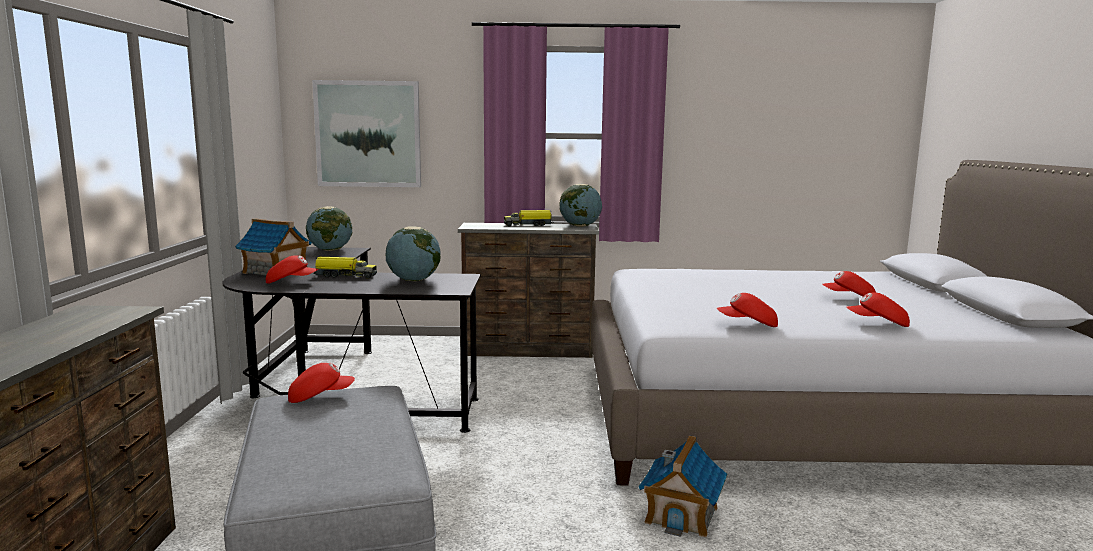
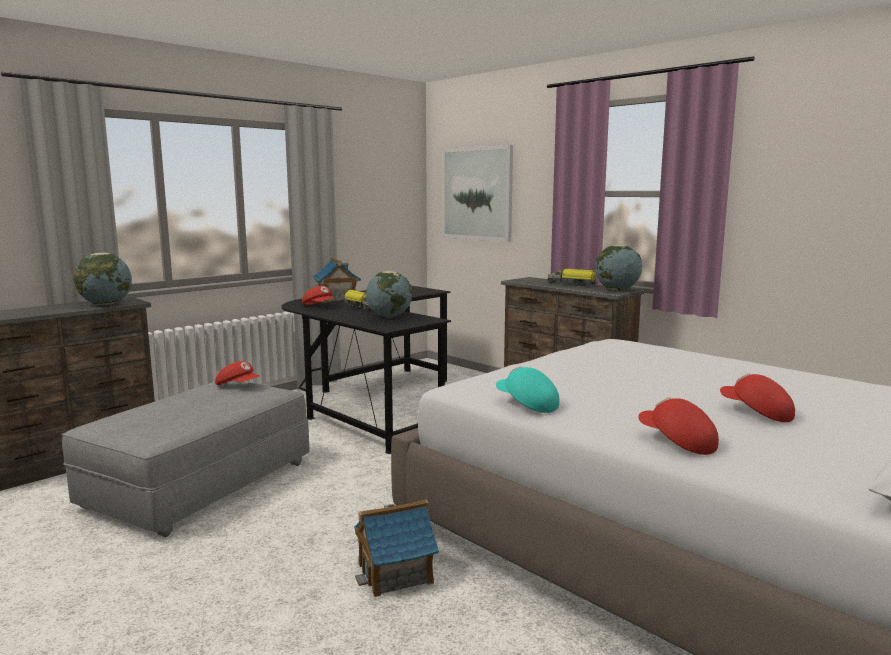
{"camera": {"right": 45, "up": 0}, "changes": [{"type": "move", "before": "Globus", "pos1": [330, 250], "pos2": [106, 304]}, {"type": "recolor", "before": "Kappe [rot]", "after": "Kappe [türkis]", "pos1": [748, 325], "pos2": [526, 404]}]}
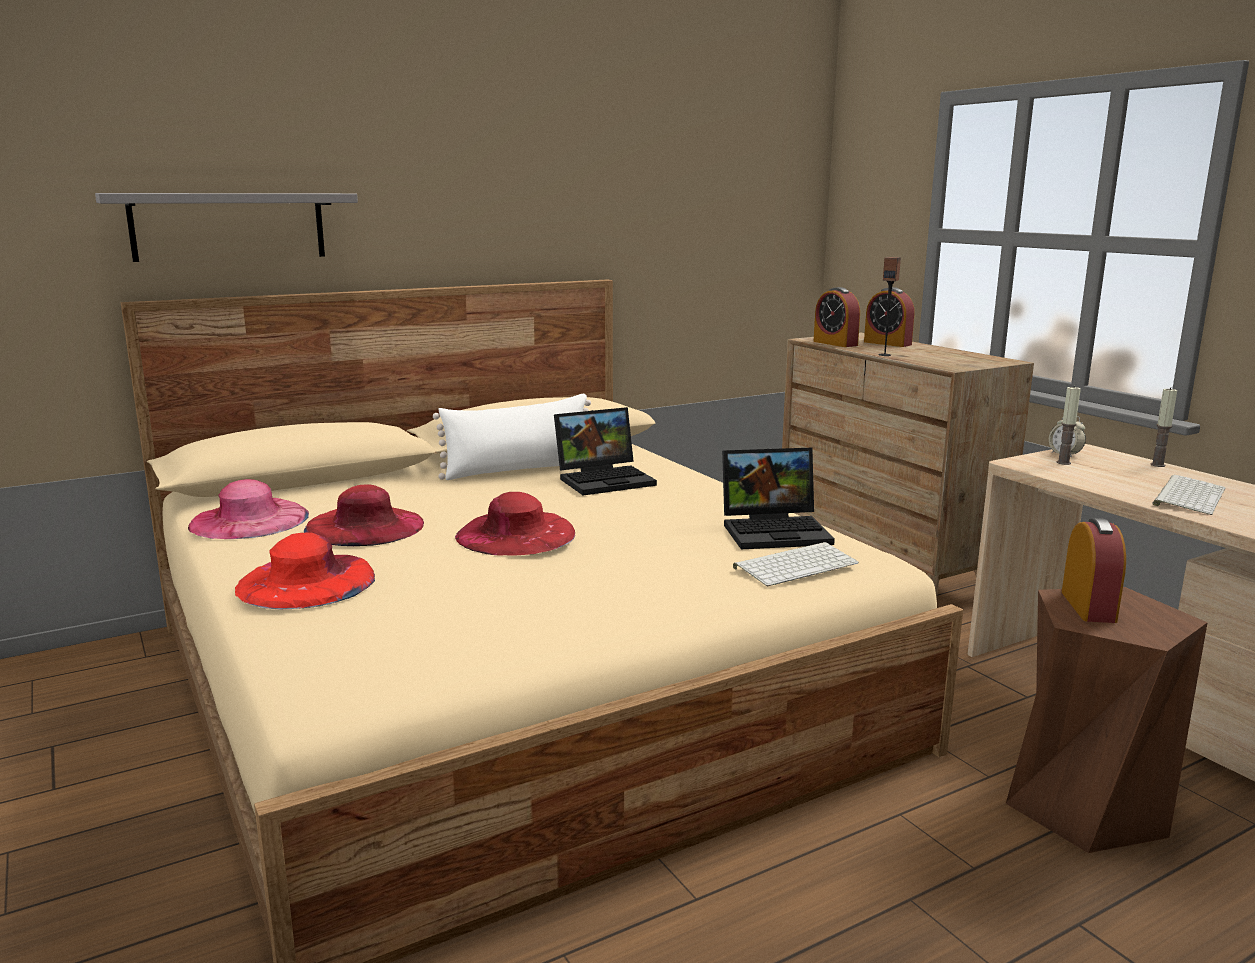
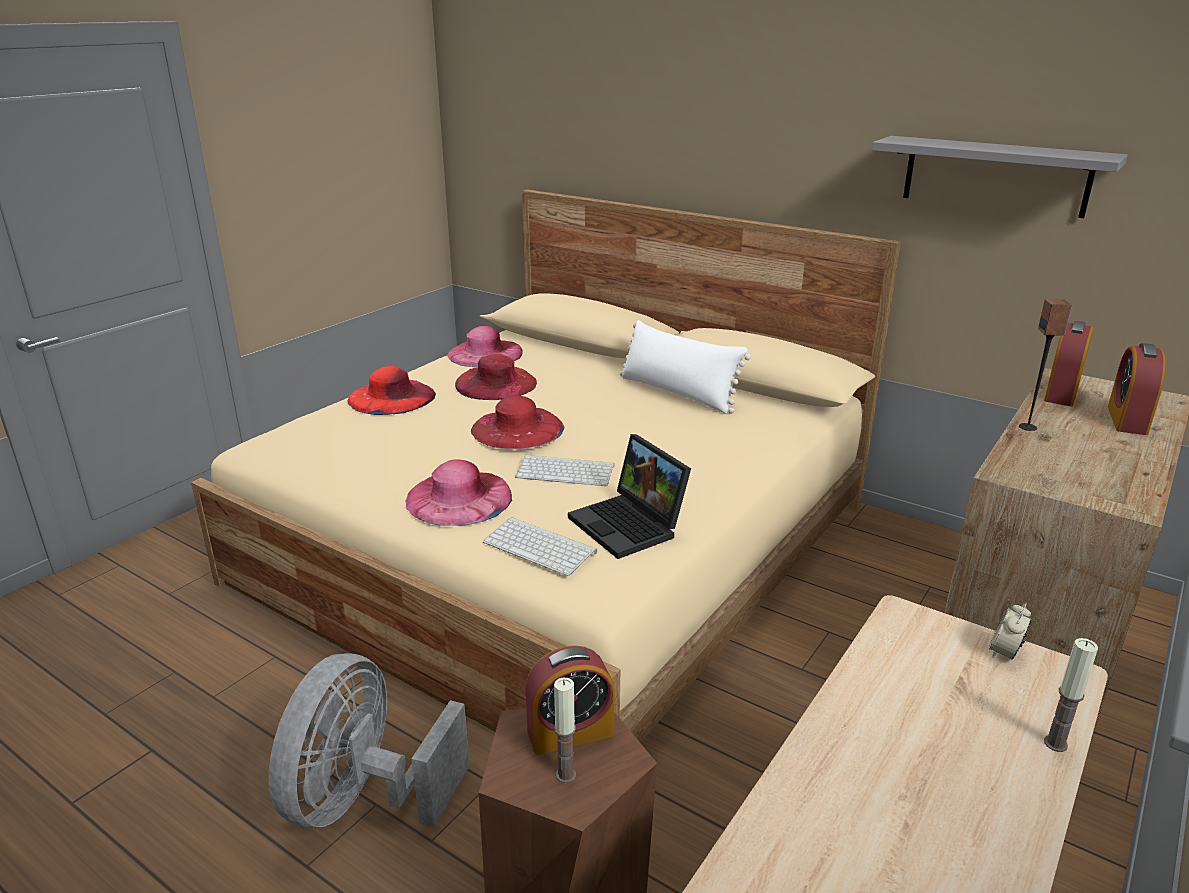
{"camera": {"right": 65, "up": 10}, "changes": [{"type": "move", "before": "Wandregal [grau]", "pos1": [229, 226], "pos2": [995, 176]}, {"type": "delete", "before": "Laptop", "pos1": [606, 479]}, {"type": "move", "before": "Kerze", "pos1": [1063, 463], "pos2": [565, 775]}, {"type": "move", "before": "Tastatur", "pos1": [1187, 496], "pos2": [567, 471]}, {"type": "insert", "after": "Ventilator [grau]", "pos2": [365, 799]}, {"type": "insert", "after": "Hut [rosa]", "pos2": [459, 497]}]}
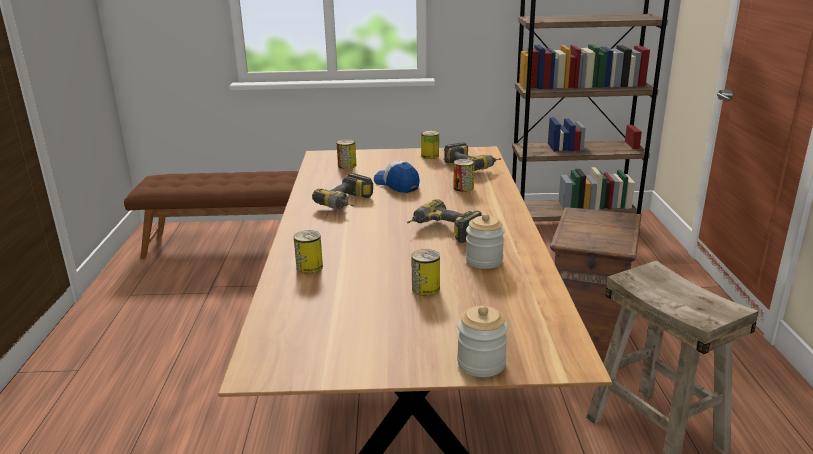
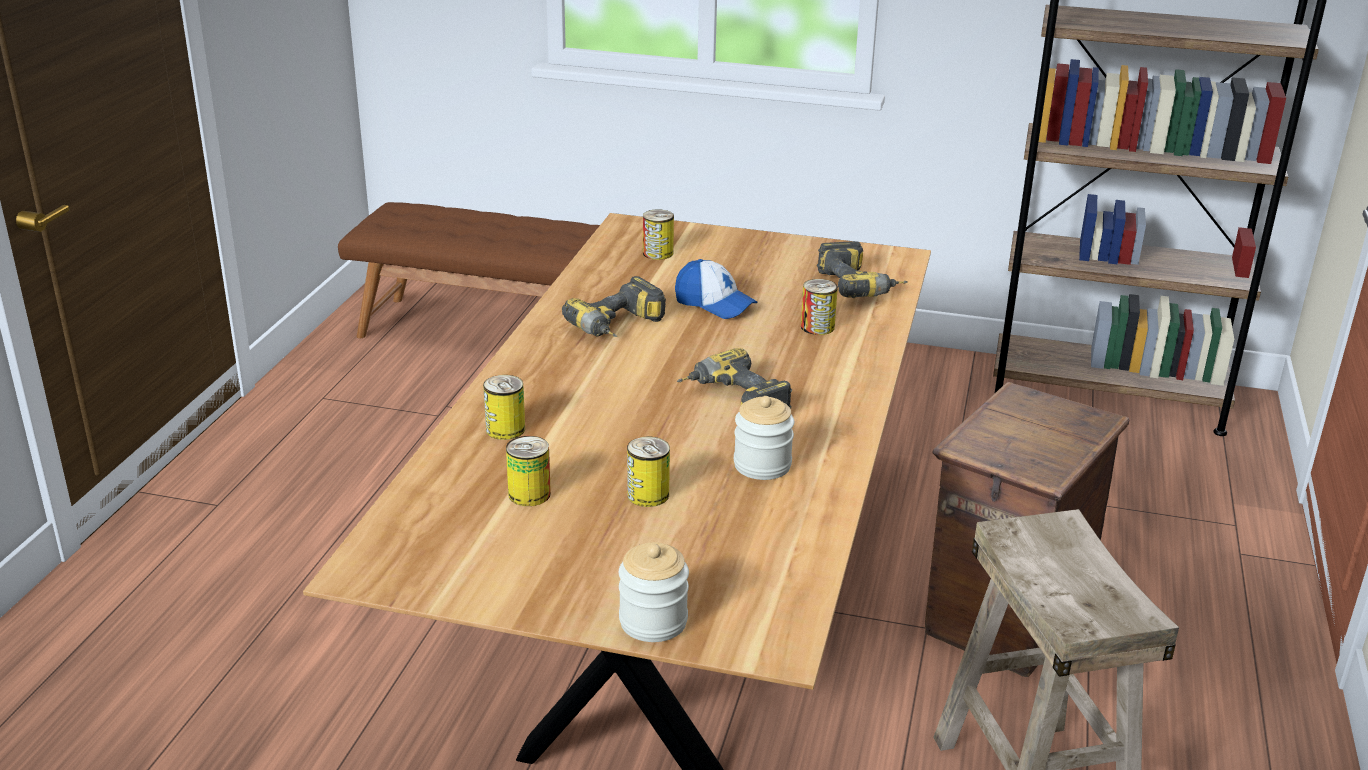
{"camera": {"right": 15, "up": 5}, "changes": [{"type": "rotate", "before": "Kappe", "pos1": [397, 185], "pos2": [714, 304], "turn": 150}, {"type": "move", "before": "Dose", "pos1": [430, 156], "pos2": [529, 494]}]}
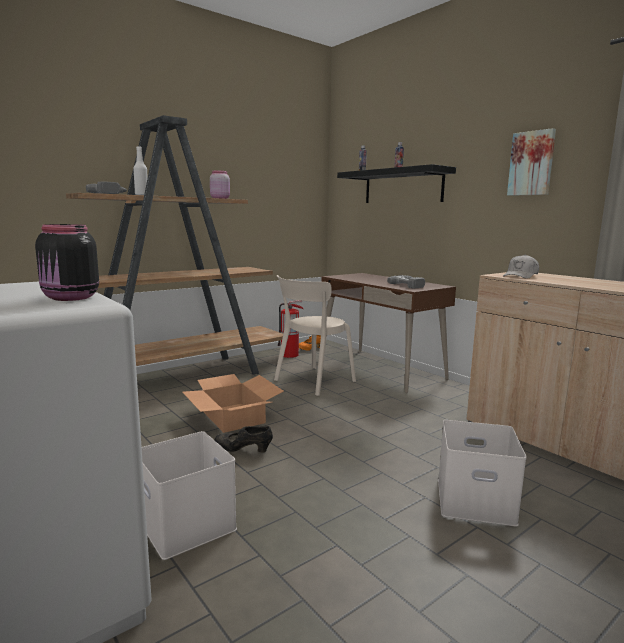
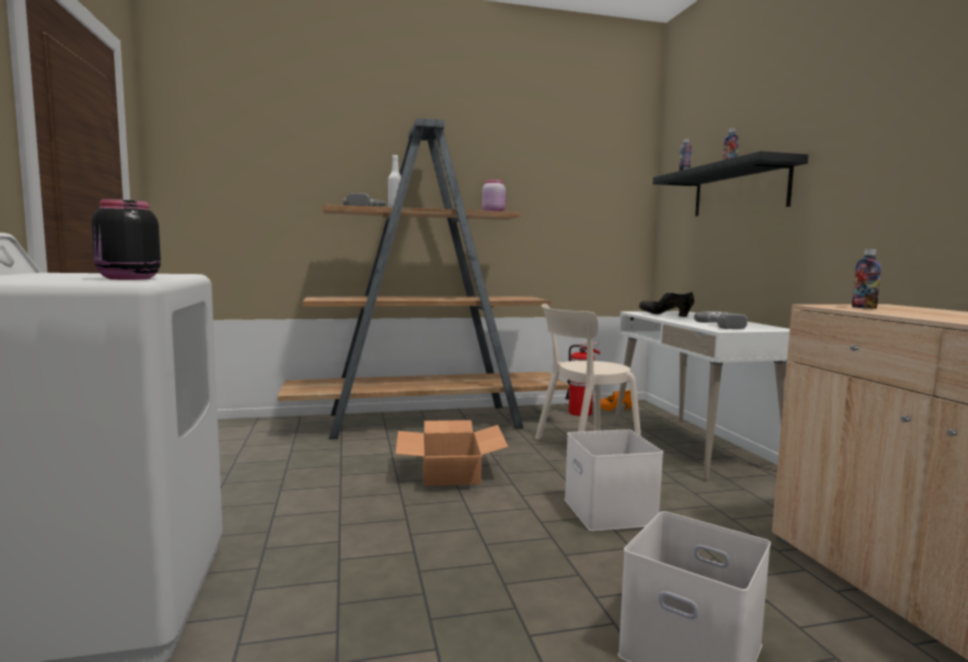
{"camera": {"right": 25, "up": -5}, "changes": [{"type": "move", "before": "Aufbewahrungsbox [weiß]", "pos1": [184, 523], "pos2": [607, 511]}, {"type": "move", "before": "Schuh [schwarz]", "pos1": [243, 450], "pos2": [665, 315]}, {"type": "recolor", "before": "Schreibtisch [braun]", "after": "Schreibtisch [weiß]", "pos1": [380, 369], "pos2": [692, 445]}, {"type": "replace", "before": "Kappe [weiß]", "after": "Flasche", "pos1": [521, 276], "pos2": [864, 308]}, {"type": "delete", "before": "Bild", "pos1": [532, 163]}]}
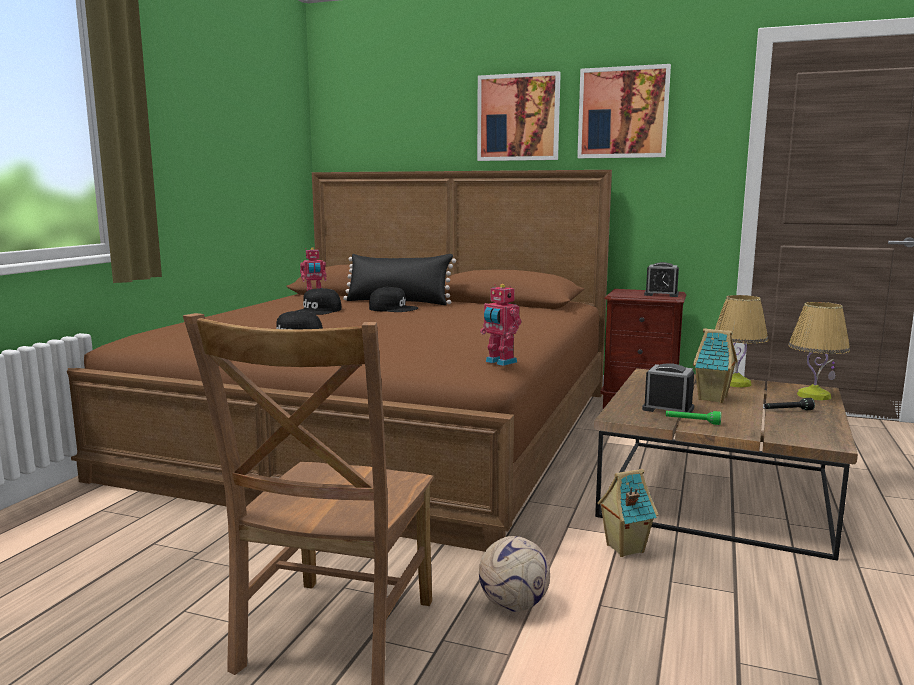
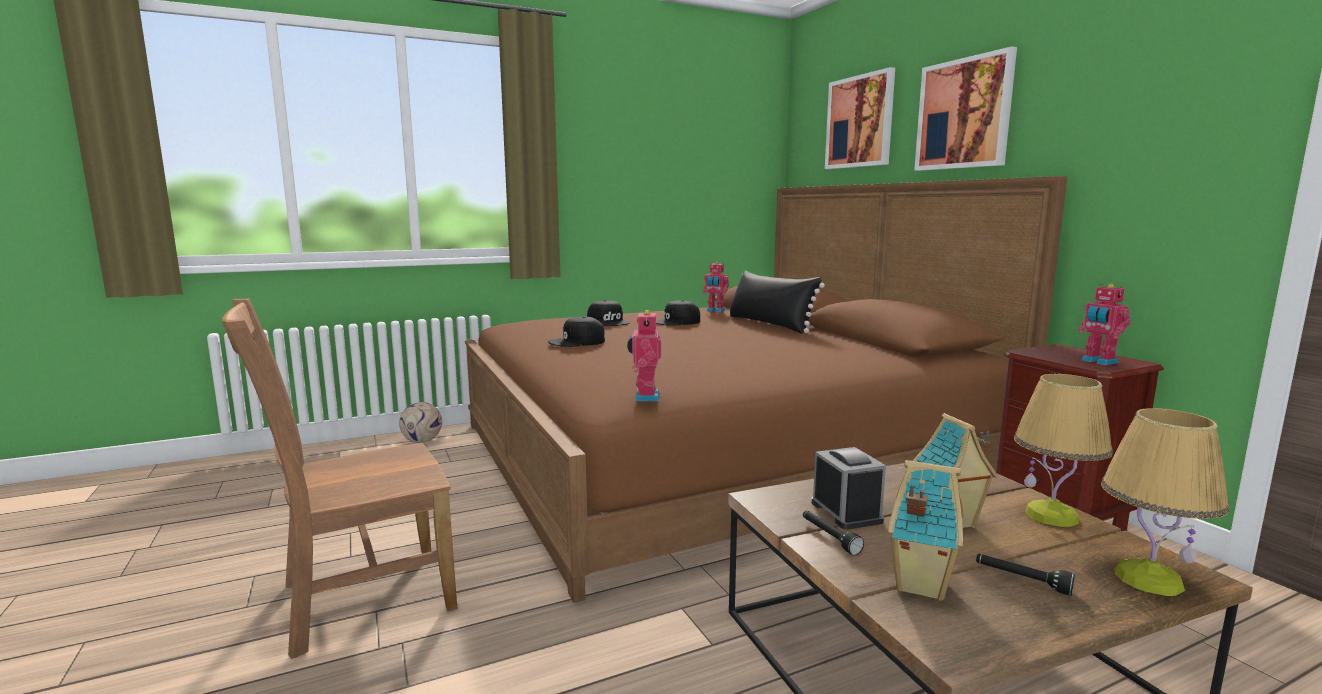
{"camera": {"right": 45, "up": 0}, "changes": [{"type": "move", "before": "Kappe [schwarz]", "pos1": [393, 308], "pos2": [608, 322]}, {"type": "move", "before": "Fußball", "pos1": [513, 604], "pos2": [422, 441]}, {"type": "move", "before": "Bild", "pos1": [623, 113], "pos2": [860, 122]}, {"type": "move", "before": "Spielzeughaus", "pos1": [623, 548], "pos2": [919, 584]}, {"type": "replace", "before": "Wecker", "after": "Spielzeugroboter", "pos1": [661, 294], "pos2": [1098, 362]}, {"type": "recolor", "before": "Taschenlampe [grün]", "after": "Taschenlampe [schwarz]", "pos1": [692, 422], "pos2": [829, 538]}]}
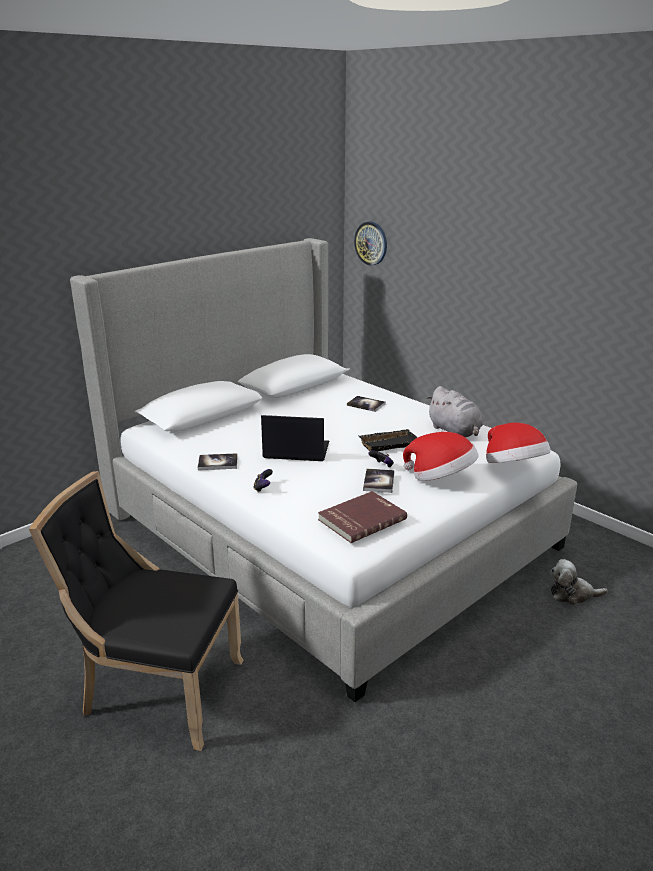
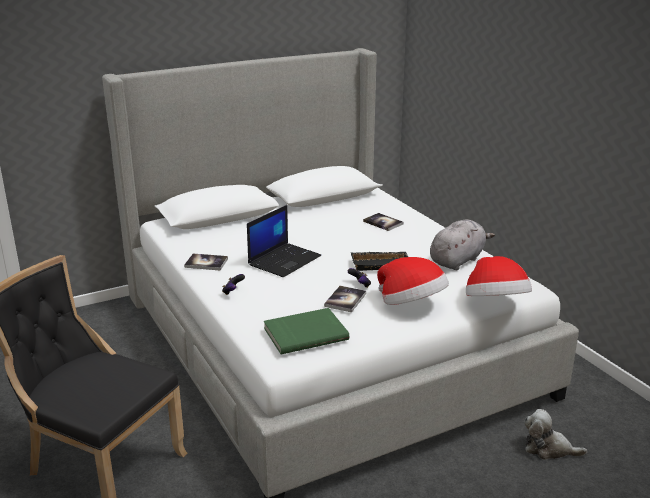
{"camera": {"right": 15, "up": 0}, "changes": [{"type": "rotate", "before": "Laptop", "pos1": [295, 450], "pos2": [284, 260], "turn": 105}, {"type": "recolor", "before": "Buch [rot]", "after": "Buch [grün]", "pos1": [361, 519], "pos2": [305, 333]}, {"type": "delete", "before": "Wanduhr", "pos1": [371, 243]}, {"type": "rotate", "before": "Plüschtier [grau]", "pos1": [455, 432], "pos2": [457, 260], "turn": -120}]}
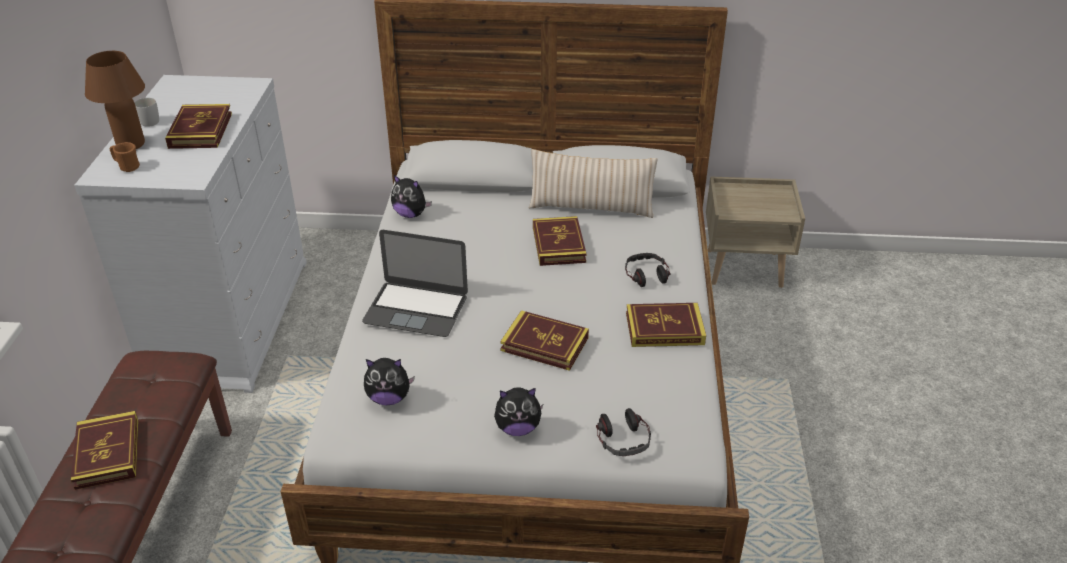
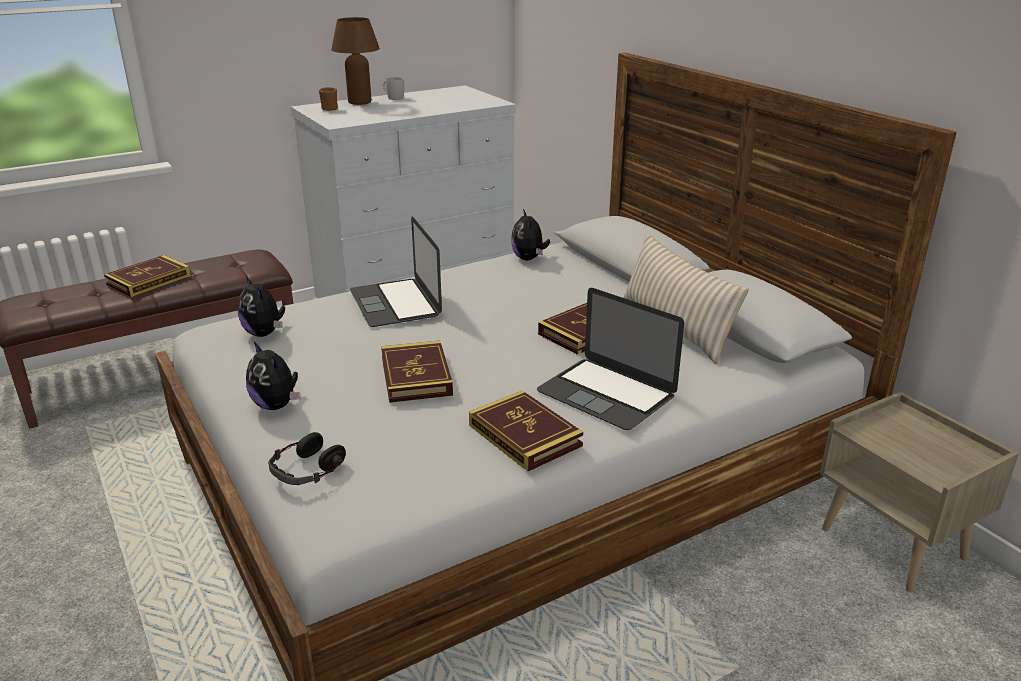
{"camera": {"right": 55, "up": -10}, "changes": [{"type": "delete", "before": "Buch", "pos1": [200, 130]}, {"type": "replace", "before": "Kopfhörer", "after": "Laptop", "pos1": [646, 274], "pos2": [606, 393]}]}
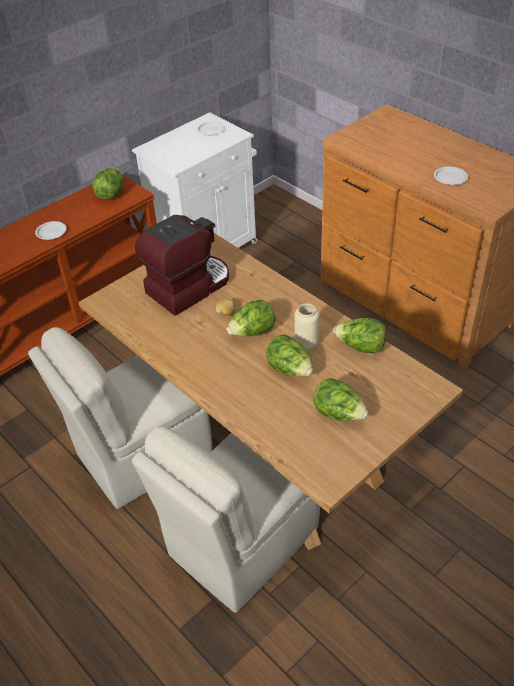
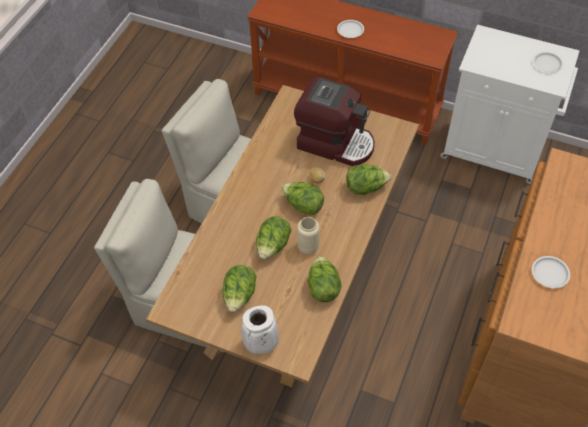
{"camera": {"right": 65, "up": 10}, "changes": [{"type": "move", "before": "Salatkopf", "pos1": [111, 193], "pos2": [366, 187]}, {"type": "insert", "after": "Vase [weiß]", "pos2": [261, 346]}]}
